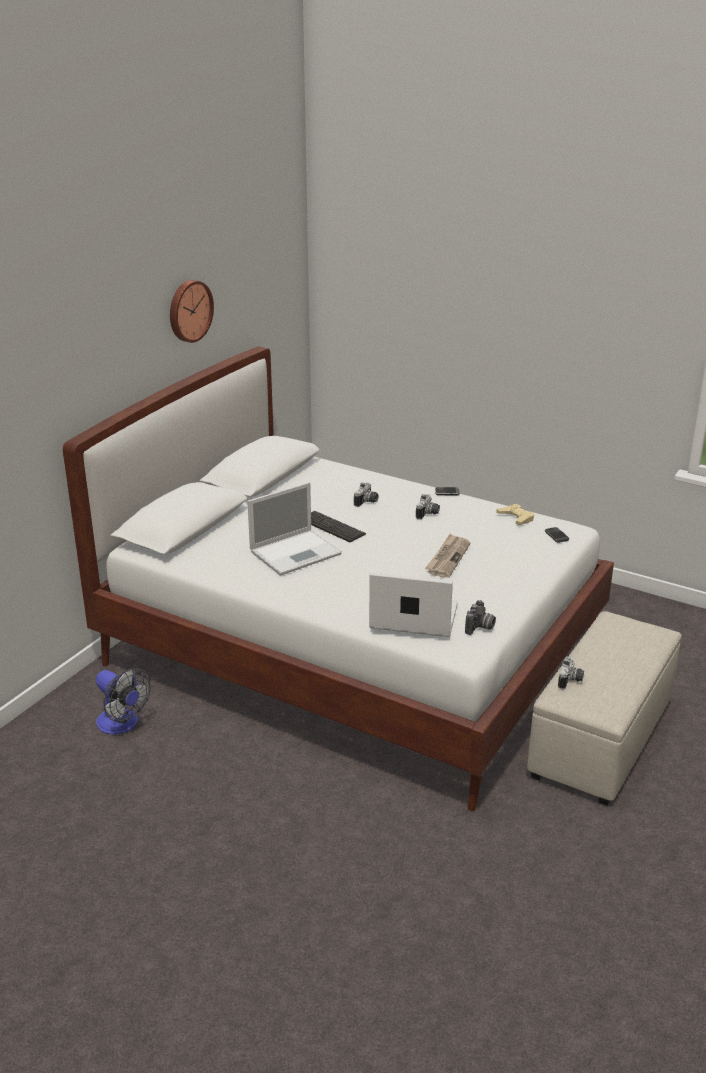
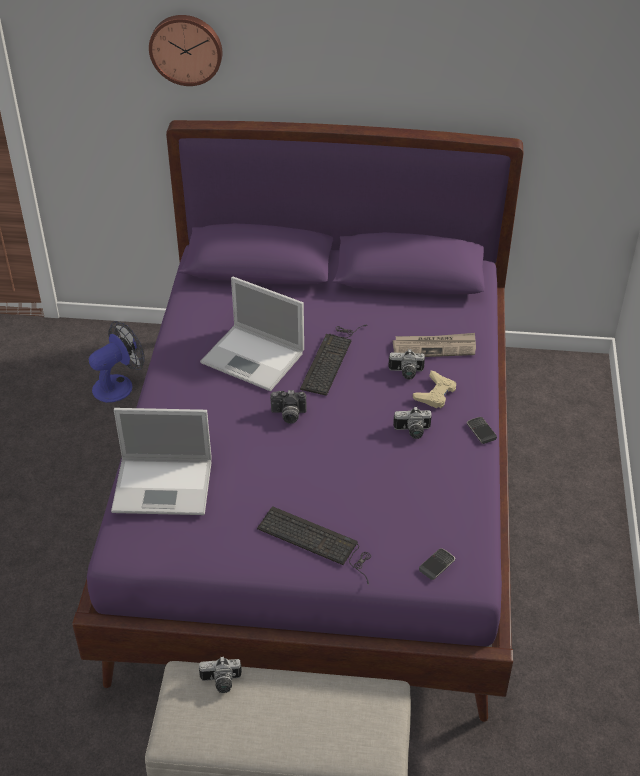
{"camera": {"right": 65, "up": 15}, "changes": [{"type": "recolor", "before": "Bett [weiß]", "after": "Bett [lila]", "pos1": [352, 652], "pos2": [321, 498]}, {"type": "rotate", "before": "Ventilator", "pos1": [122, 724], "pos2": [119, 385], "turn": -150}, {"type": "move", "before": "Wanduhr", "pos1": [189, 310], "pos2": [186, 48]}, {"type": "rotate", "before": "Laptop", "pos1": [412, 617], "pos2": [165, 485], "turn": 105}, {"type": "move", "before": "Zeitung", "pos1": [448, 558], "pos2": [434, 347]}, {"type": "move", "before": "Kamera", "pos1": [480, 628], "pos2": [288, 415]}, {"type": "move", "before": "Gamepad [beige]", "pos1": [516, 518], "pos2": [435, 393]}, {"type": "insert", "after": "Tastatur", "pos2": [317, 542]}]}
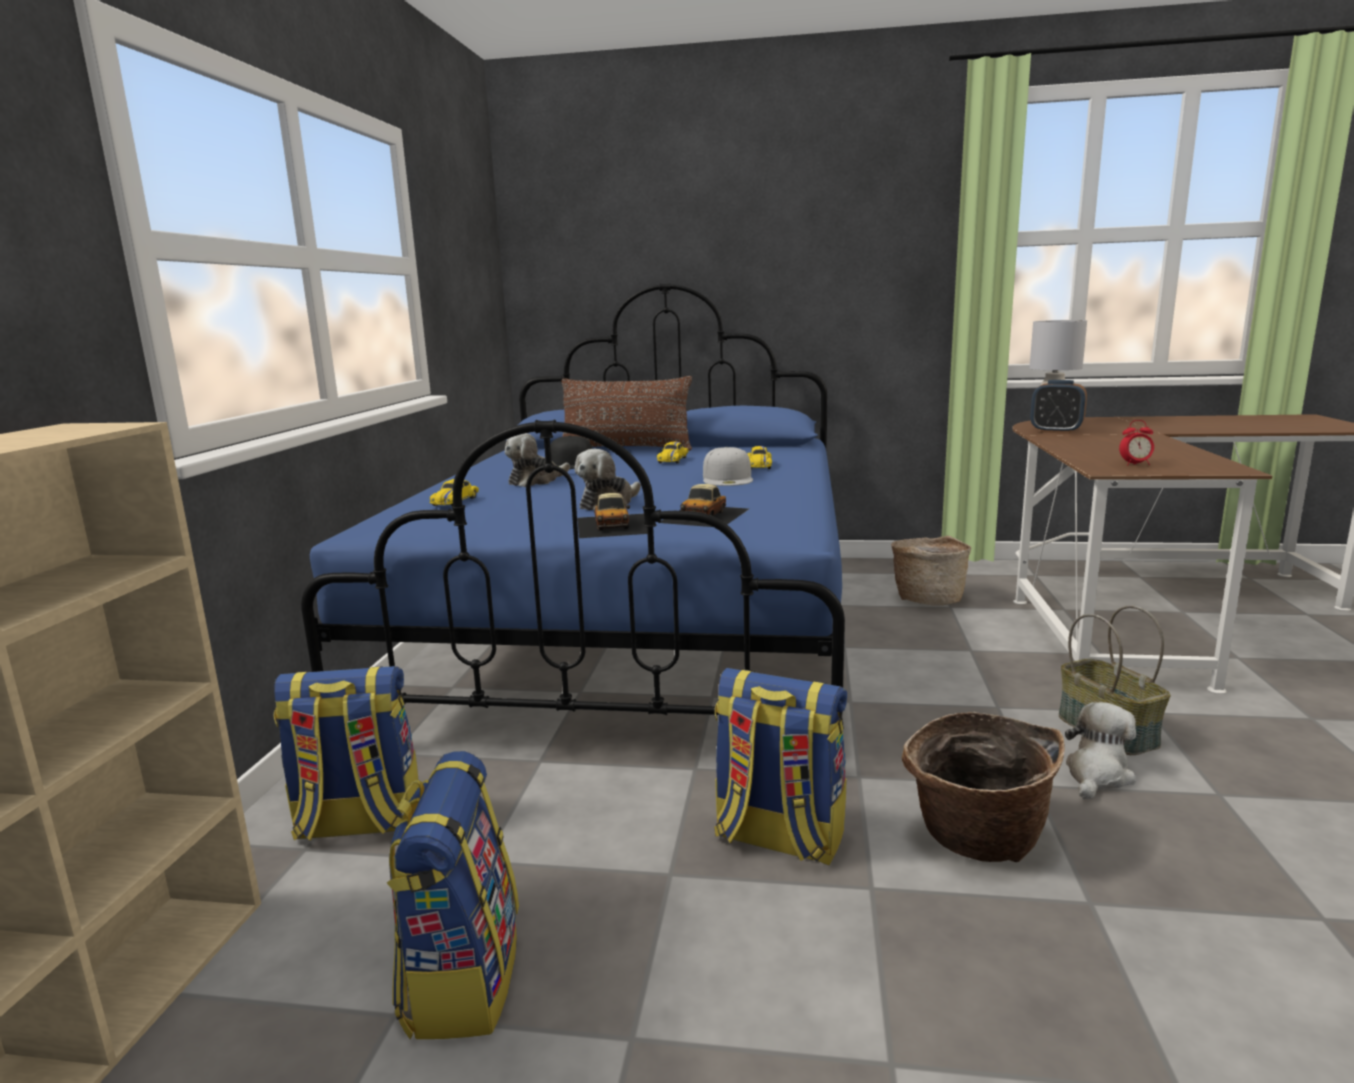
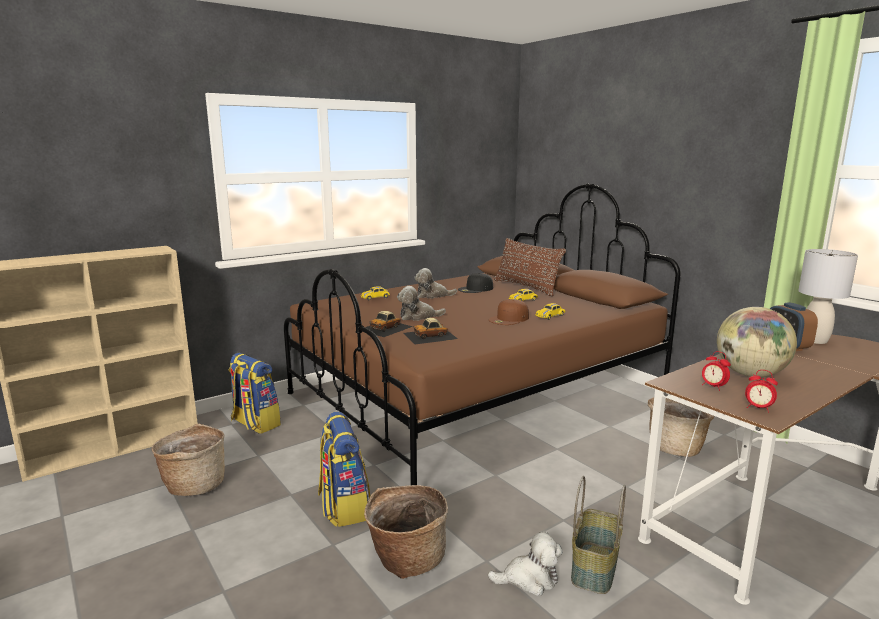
{"camera": {"right": 45, "up": 0}, "changes": [{"type": "recolor", "before": "Bett [blau]", "after": "Bett [braun]", "pos1": [638, 632], "pos2": [477, 396]}, {"type": "replace", "before": "Rucksack", "after": "Korb", "pos1": [461, 978], "pos2": [194, 484]}, {"type": "recolor", "before": "Kappe [weiß]", "after": "Kappe [braun]", "pos1": [728, 478], "pos2": [509, 319]}, {"type": "insert", "after": "Globus", "pos2": [750, 374]}, {"type": "insert", "after": "Wecker", "pos2": [758, 408]}]}
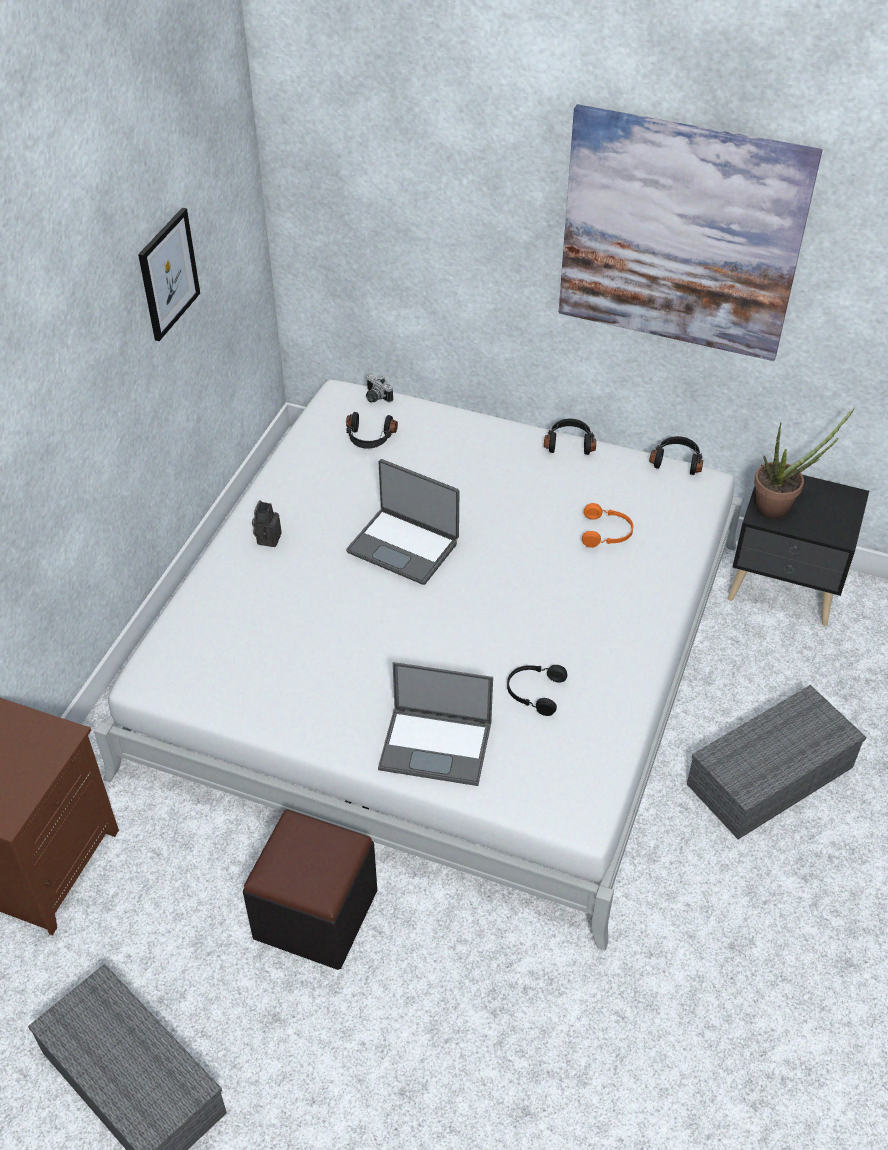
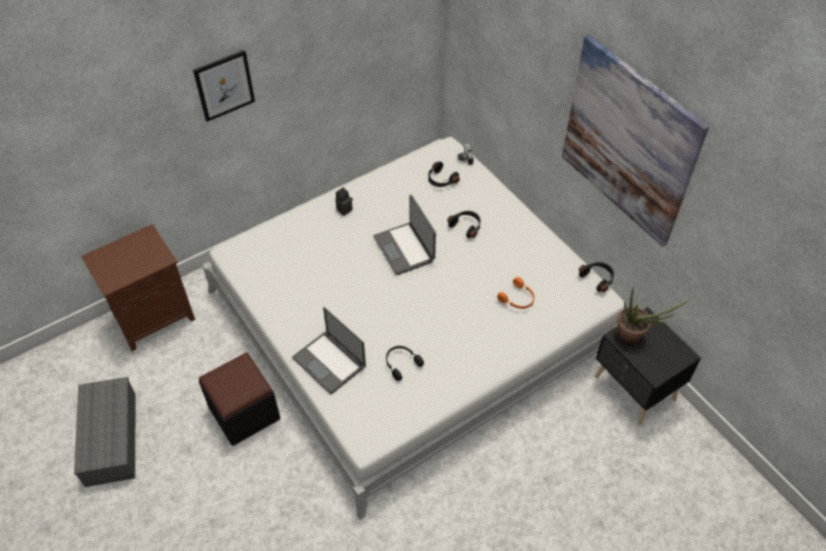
{"camera": {"right": 35, "up": 5}, "changes": [{"type": "move", "before": "Bild", "pos1": [168, 274], "pos2": [224, 85]}, {"type": "move", "before": "Kopfhörer [schwarz]", "pos1": [569, 443], "pos2": [466, 226]}, {"type": "delete", "before": "Aufbewahrungsbox [grau]", "pos1": [770, 773]}]}
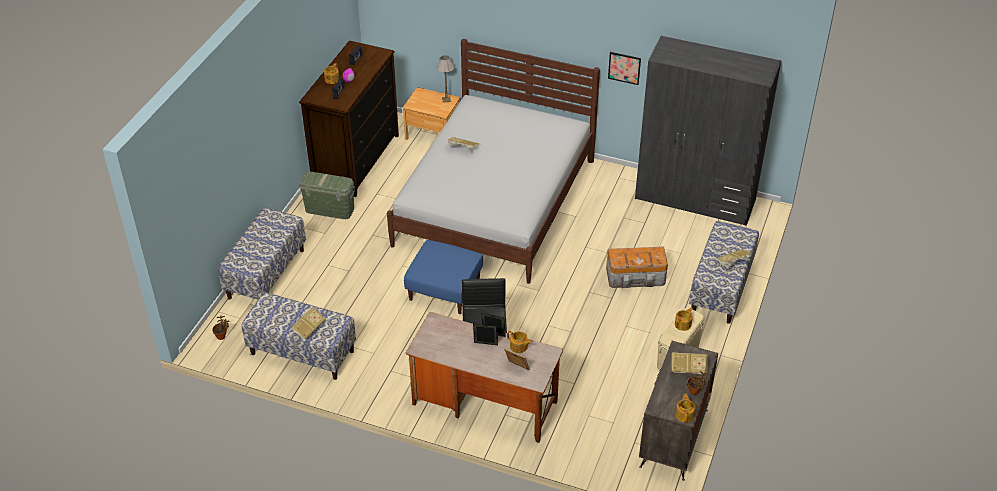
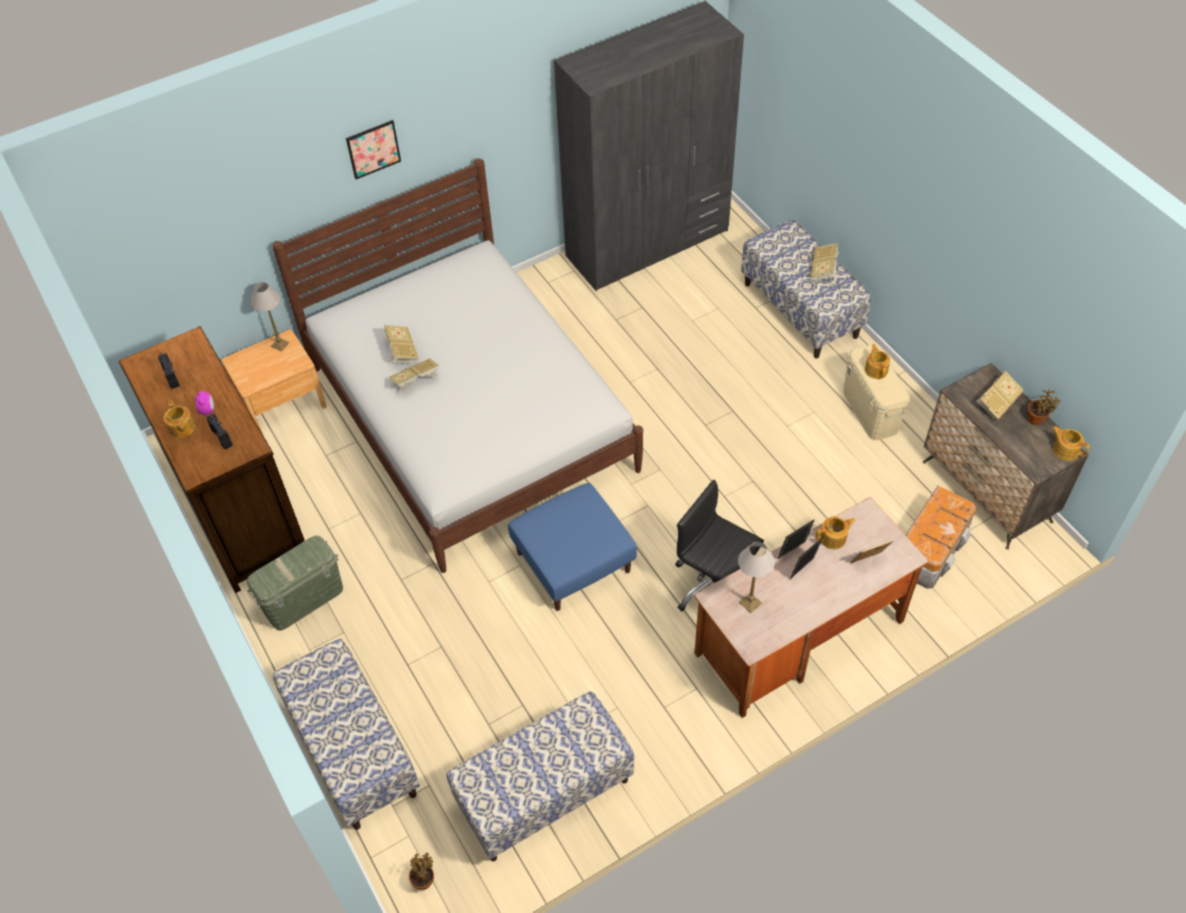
{"camera": {"right": -50, "up": 10}, "changes": [{"type": "move", "before": "Buch", "pos1": [308, 329], "pos2": [401, 351]}, {"type": "move", "before": "Aufbewahrungsbox", "pos1": [636, 277], "pos2": [931, 548]}, {"type": "move", "before": "Bild", "pos1": [624, 68], "pos2": [373, 149]}, {"type": "insert", "after": "Tischlampe", "pos2": [750, 603]}]}
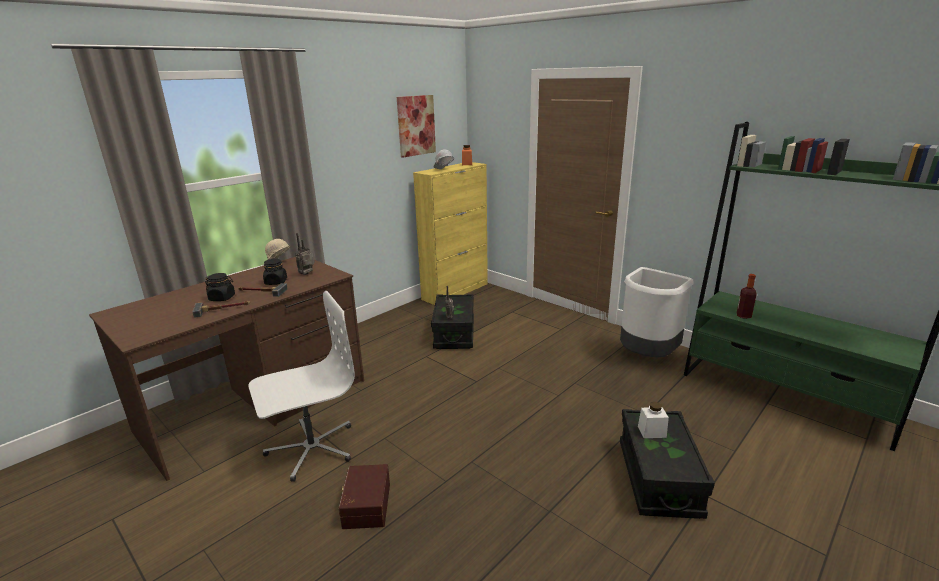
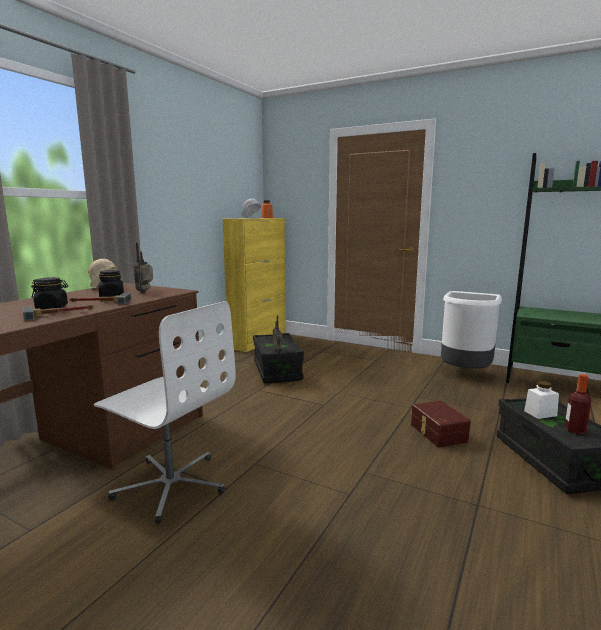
{"camera": {"right": -15, "up": -10}, "changes": [{"type": "rotate", "before": "Bürostuhl [weiß]", "pos1": [311, 448], "pos2": [171, 485], "turn": 75}, {"type": "move", "before": "Aufbewahrungsbox [braun]", "pos1": [365, 505], "pos2": [437, 433]}, {"type": "delete", "before": "Bild", "pos1": [416, 125]}, {"type": "move", "before": "Flasche", "pos1": [743, 316], "pos2": [575, 430]}]}
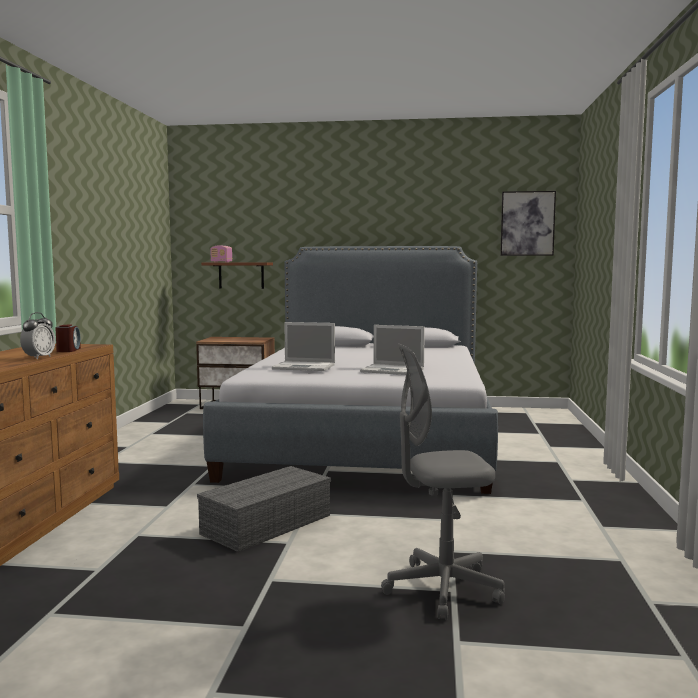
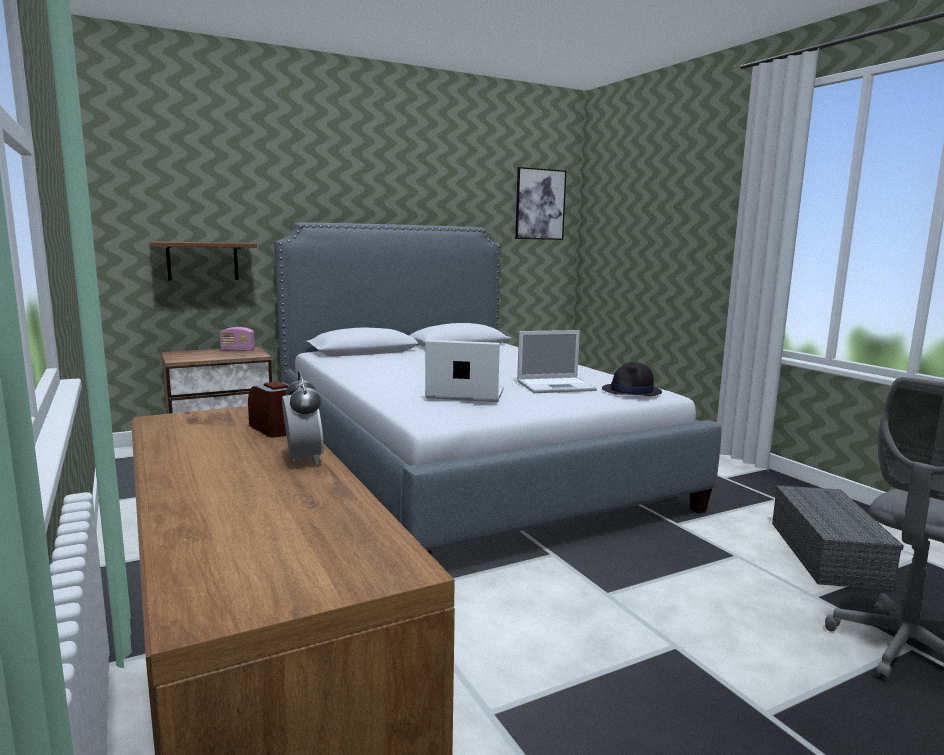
{"camera": {"right": -35, "up": 5}, "changes": [{"type": "move", "before": "Aufbewahrungsbox [grau]", "pos1": [267, 523], "pos2": [824, 552]}, {"type": "move", "before": "Radio", "pos1": [221, 262], "pos2": [238, 350]}, {"type": "rotate", "before": "Laptop", "pos1": [305, 367], "pos2": [463, 394], "turn": -150}, {"type": "insert", "after": "Hut [schwarz]", "pos2": [631, 391]}]}
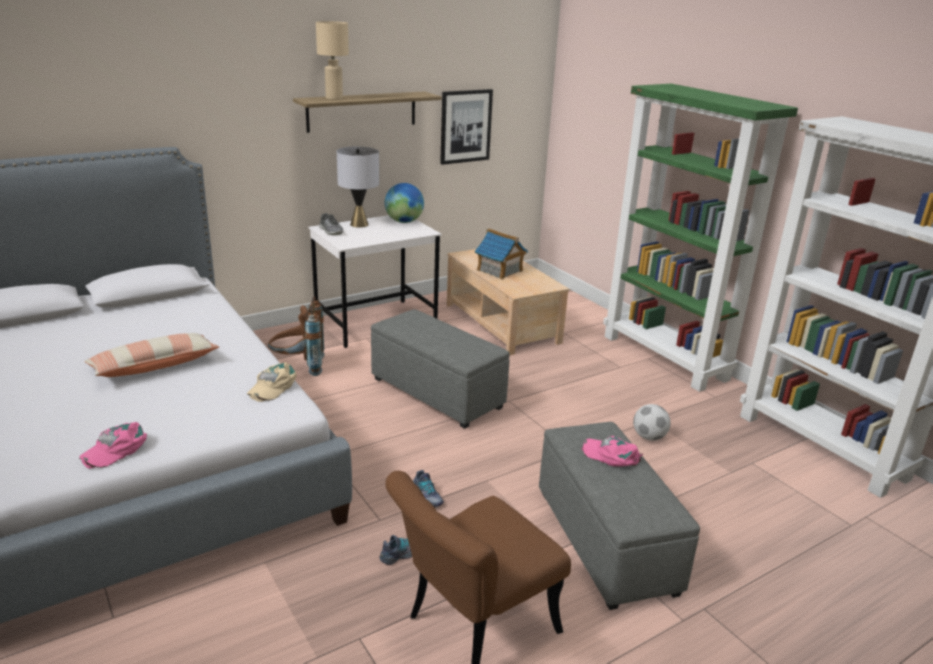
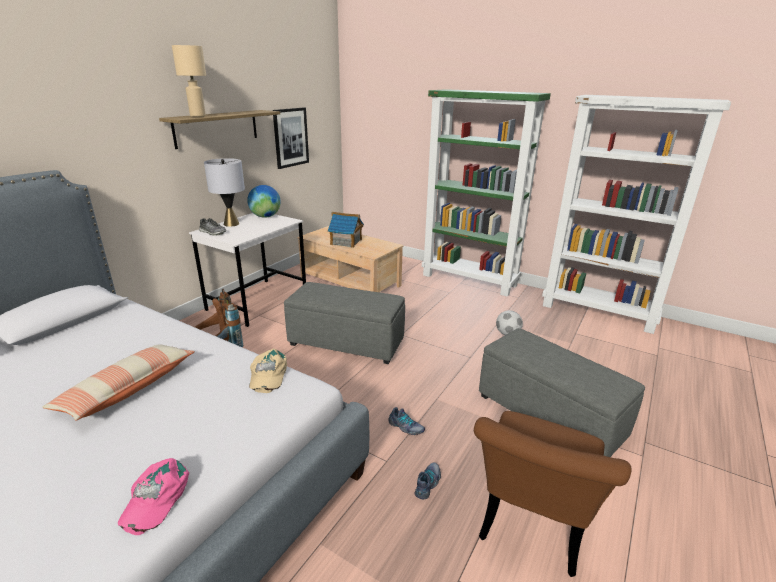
{"camera": {"right": -25, "up": 0}, "changes": [{"type": "delete", "before": "Kappe [rosa]", "pos1": [611, 455]}]}
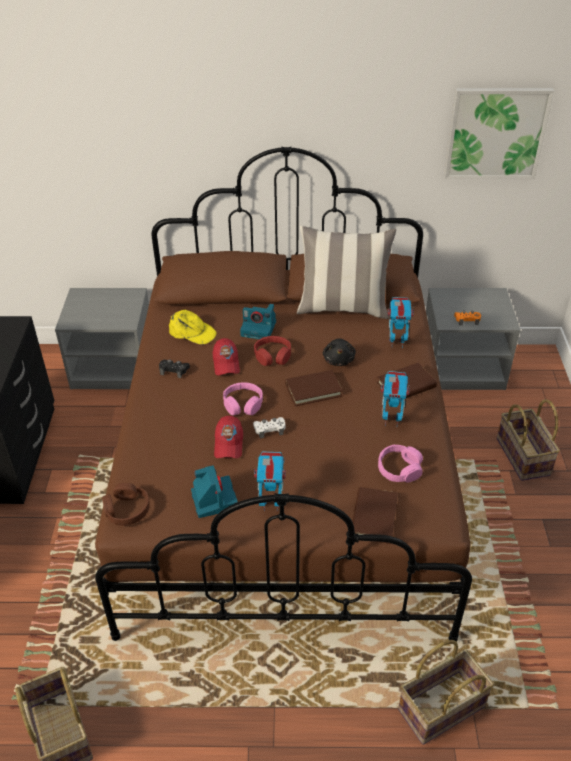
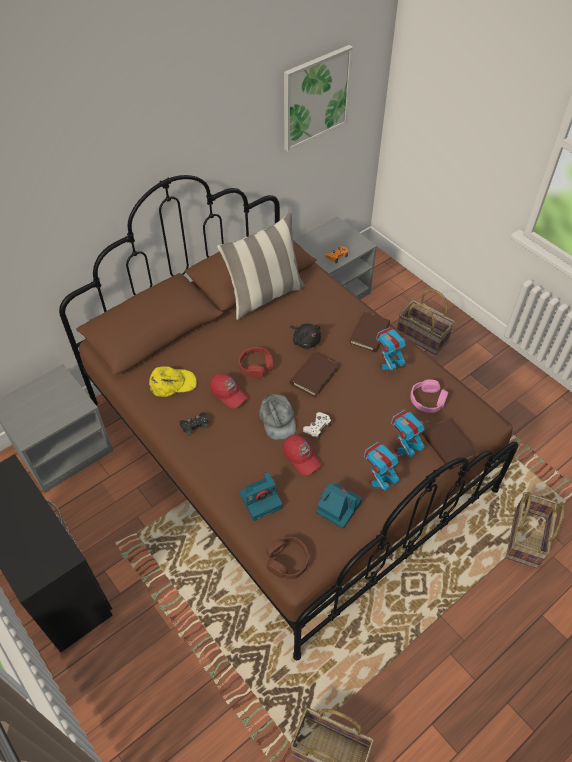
{"camera": {"right": -40, "up": 10}, "changes": [{"type": "replace", "before": "Kopfhörer [rosa]", "after": "Kappe [grau]", "pos1": [243, 404], "pos2": [277, 419]}, {"type": "move", "before": "Kamera", "pos1": [259, 328], "pos2": [261, 500]}, {"type": "move", "before": "Spielzeugroboter", "pos1": [396, 343], "pos2": [403, 450]}]}
